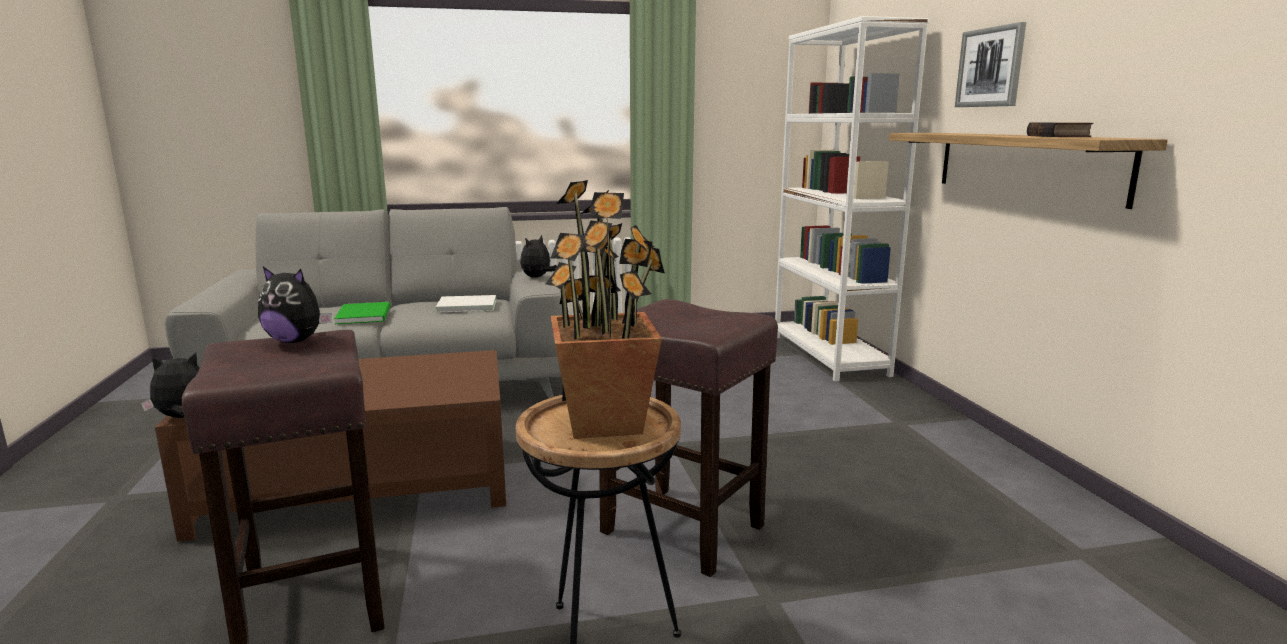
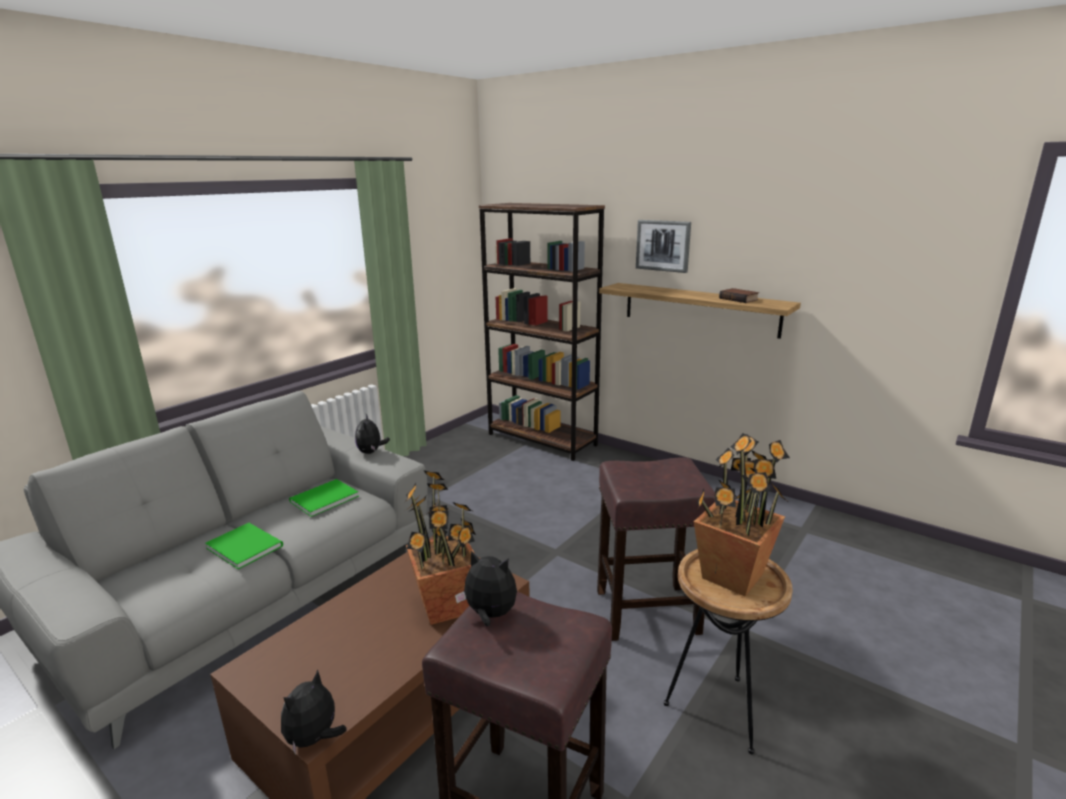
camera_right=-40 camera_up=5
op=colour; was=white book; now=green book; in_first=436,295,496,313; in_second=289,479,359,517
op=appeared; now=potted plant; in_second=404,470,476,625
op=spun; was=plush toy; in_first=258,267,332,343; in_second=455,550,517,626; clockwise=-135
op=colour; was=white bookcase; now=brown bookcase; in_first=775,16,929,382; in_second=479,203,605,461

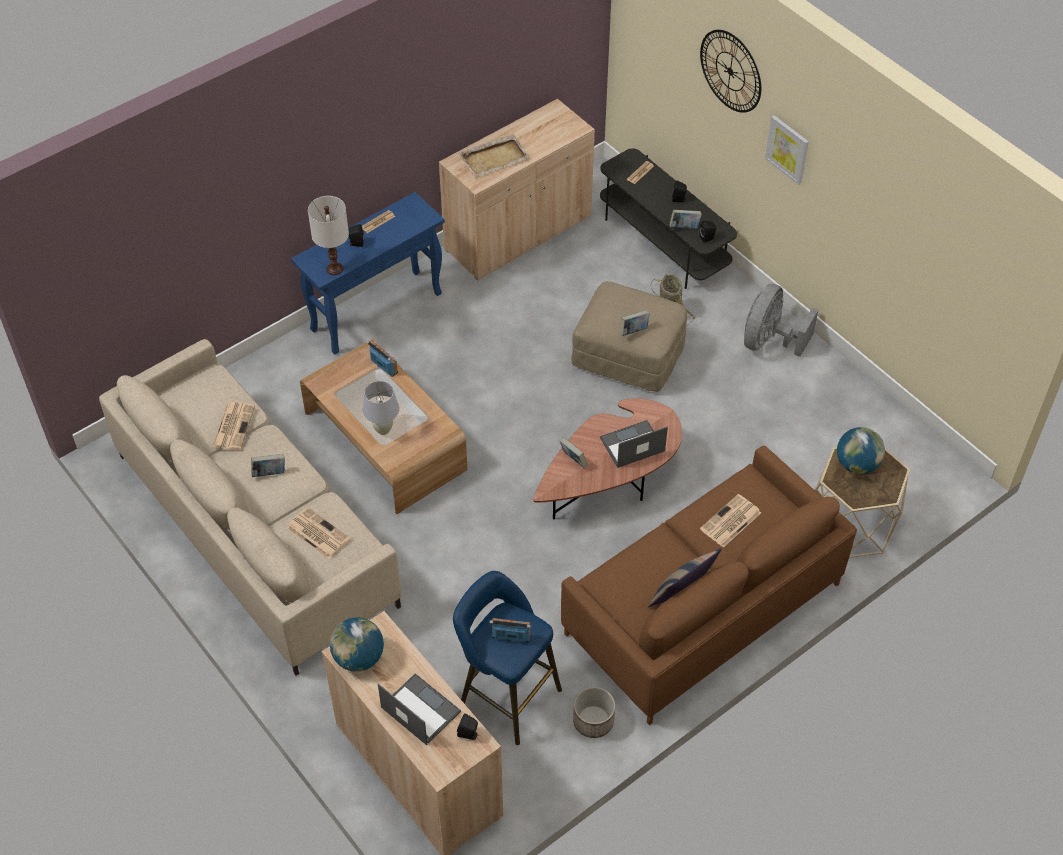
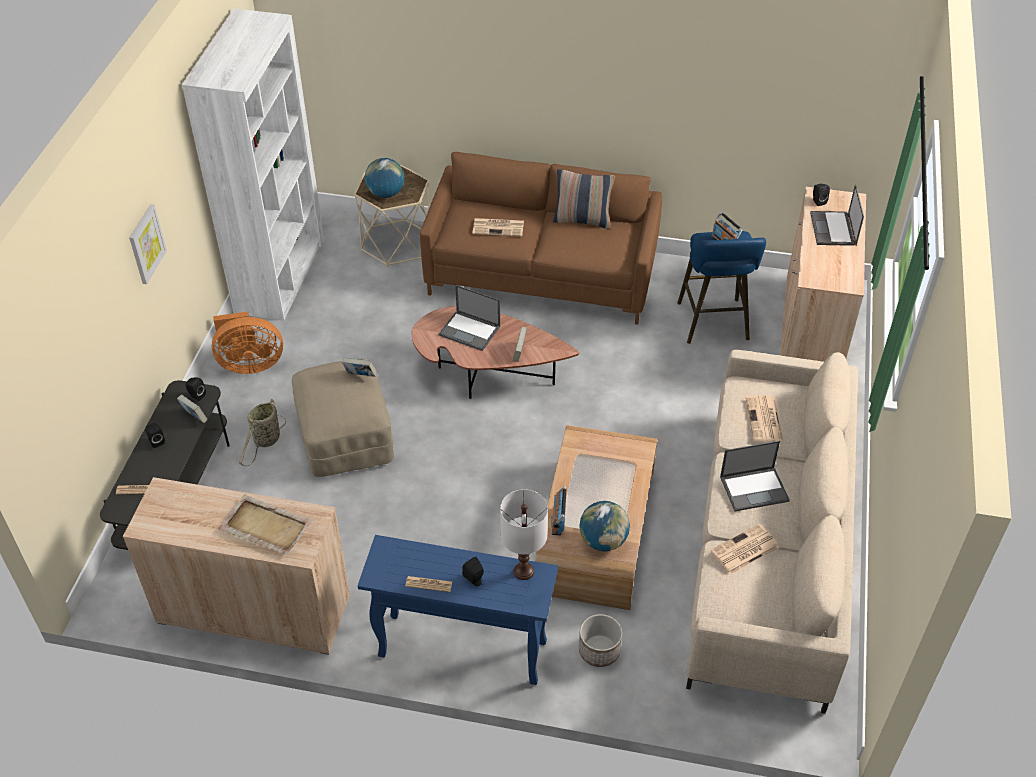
camera_right=-130 camera_up=-5
op=appeared; now=white bookcase; in_second=182,9,325,321
op=colour; was=grey fan; now=orange fan; in_first=744,284,818,357; in_second=212,312,283,374
op=relocated; was=globe; in_first=330,617,384,672; in_second=579,501,630,551
op=relocated; was=planter; in_first=573,687,615,738; in_second=579,614,622,667
op=exchanged; was=book; now=laptop; in_first=251,454,285,477; in_second=720,441,790,511
op=missing; was=white table lamp; in_first=363,381,399,435
op=missing; was=wall clock; in_first=700,30,761,113

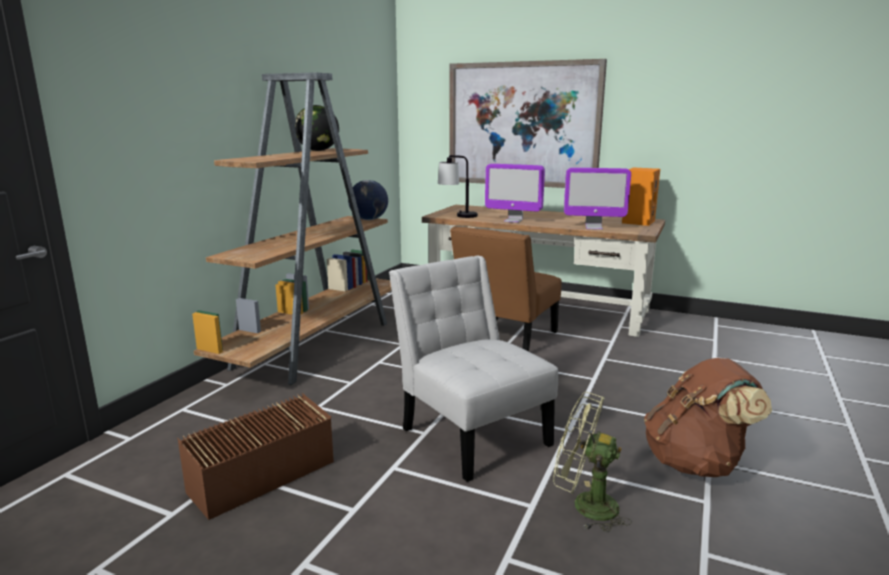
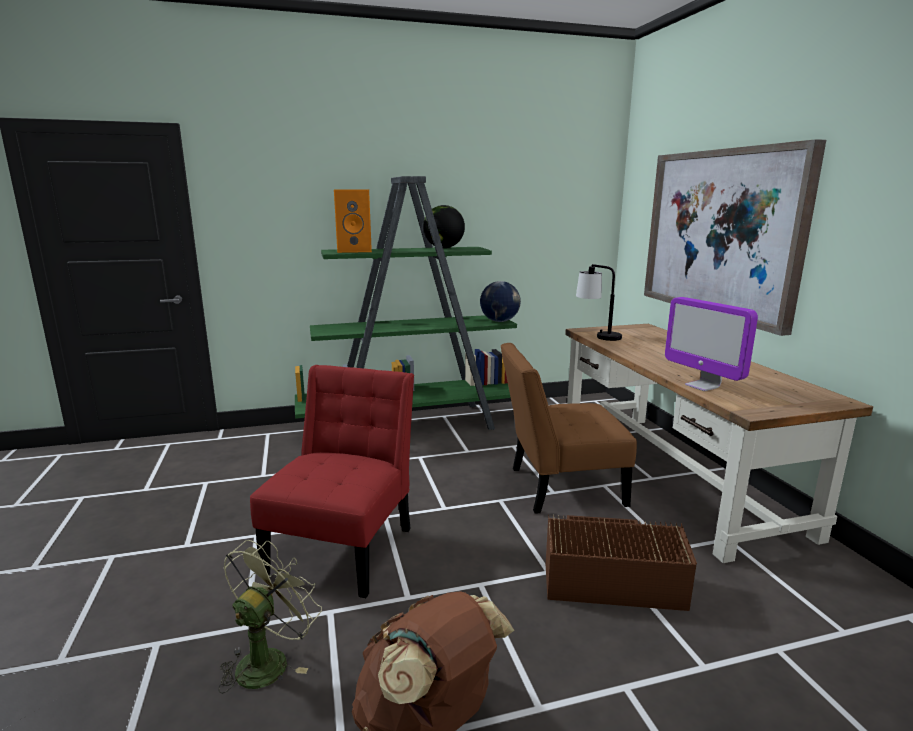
camera_right=50 camera_up=0
op=spun; was=green fan; in_first=553,392,632,532; in_second=218,540,322,694; clockwise=45
op=colour; was=white chair; now=red chair; in_first=389,255,558,482; in_second=250,365,414,598
op=colour; was=brown bookcase; now=green bookcase; in_first=192,72,391,385; in_second=295,176,517,430
op=relocated; was=orange speaker; in_first=622,167,660,226; in_second=334,189,372,253
op=relocated; was=brown storage box; in_first=177,393,334,520; in_second=546,515,697,611
op=missing; was=monitor; in_first=485,164,545,223

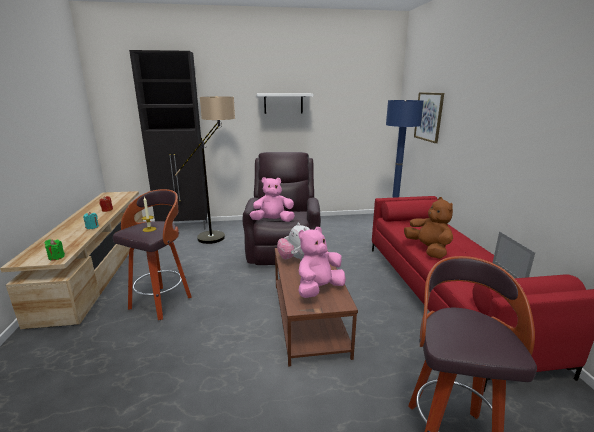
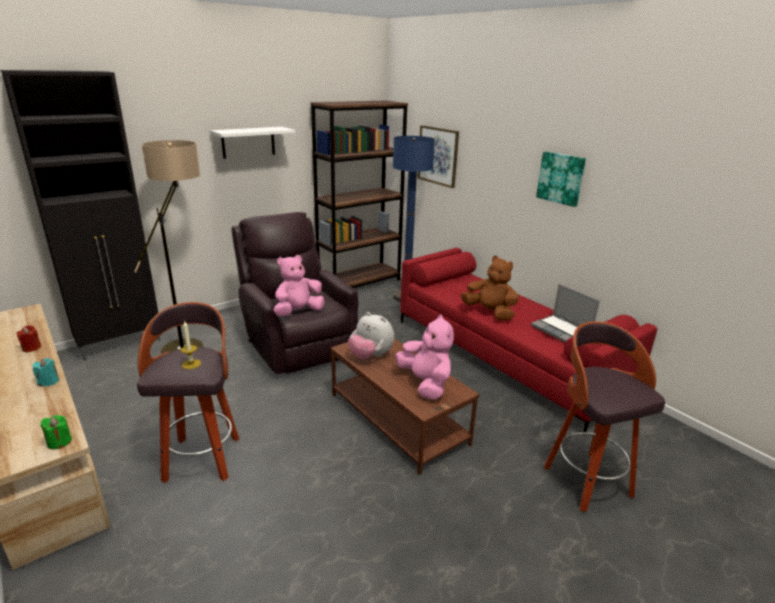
camera_right=-30 camera_up=5
op=appeared; now=brown bookcase; in_second=310,101,408,288
op=spun; was=pink plush toy; in_first=298,227,346,298; in_second=395,314,454,400; clockwise=135
op=appeared; now=picture; in_second=536,152,586,207

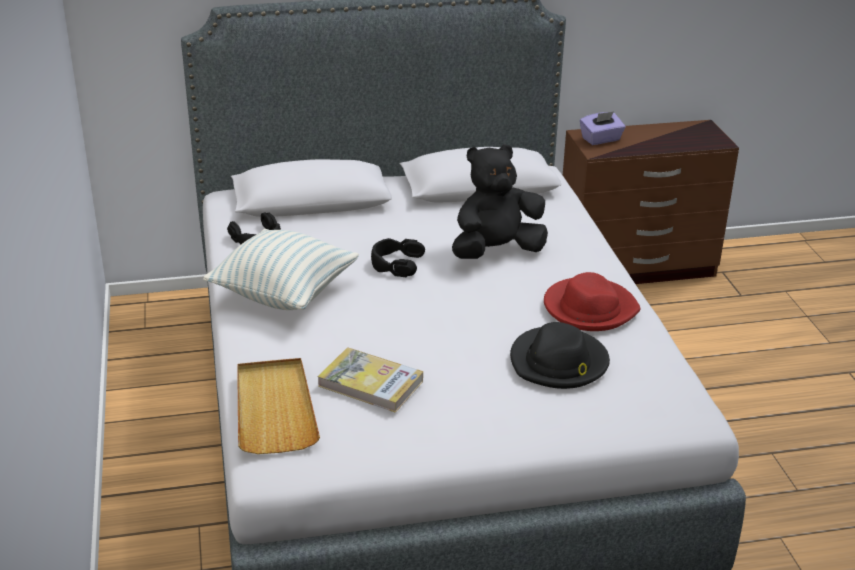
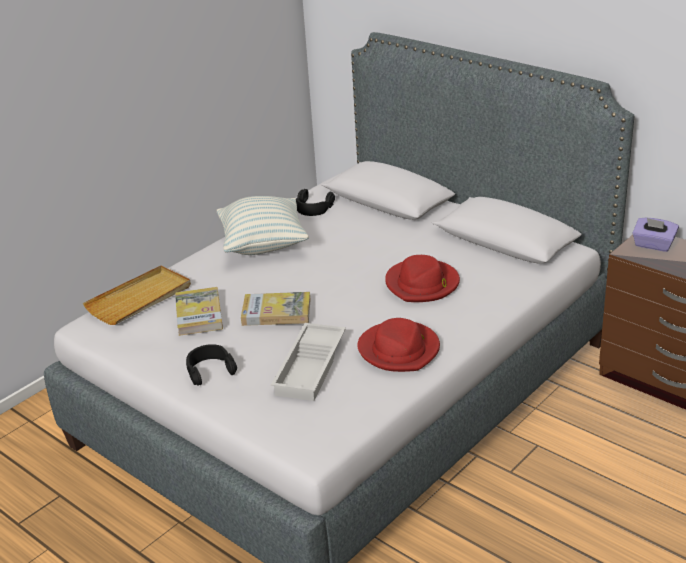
camera_right=55 camera_up=0
op=relocated; was=black headphones; in_first=371,238,425,277; in_second=186,344,237,386
op=appeared; now=book; in_second=241,292,311,326
op=exchanged; was=black hat; now=white tray; in_first=510,322,610,389; in_second=271,323,346,401
op=exchanged; was=black plush toy; now=red hat; in_first=452,144,548,259; in_second=385,255,460,302

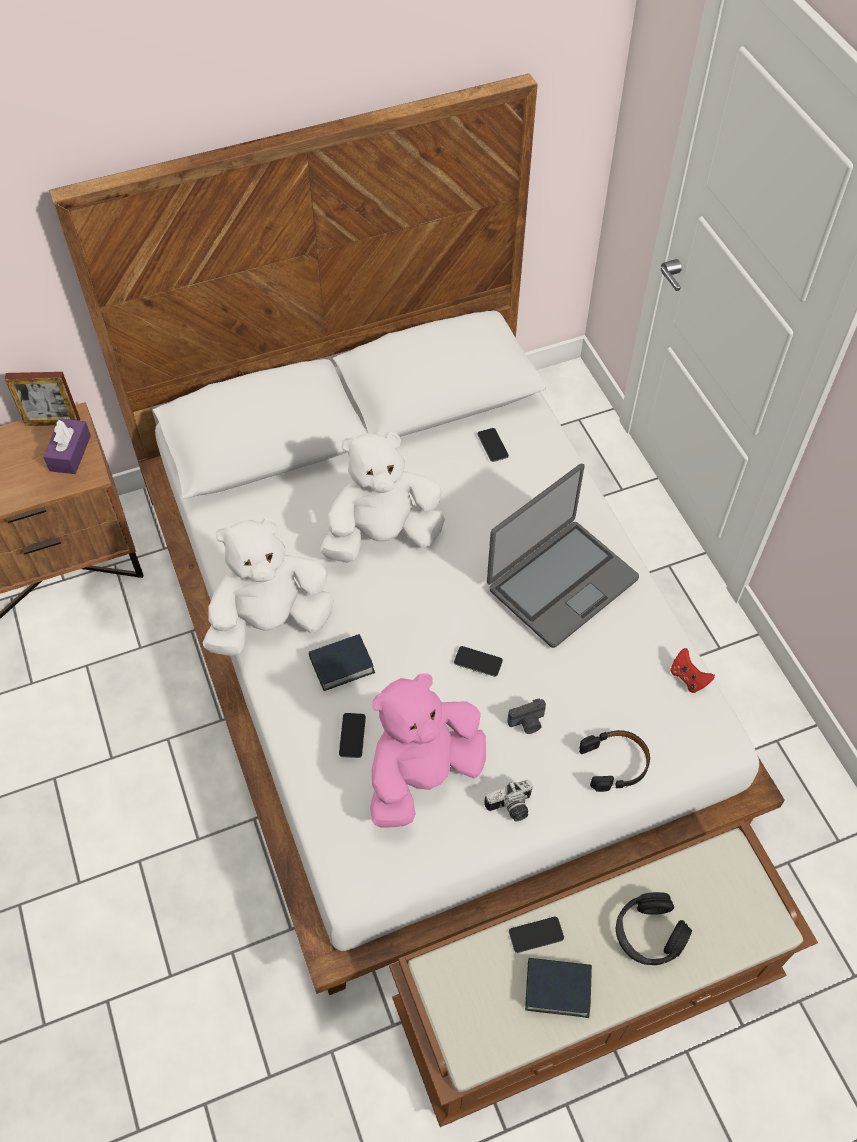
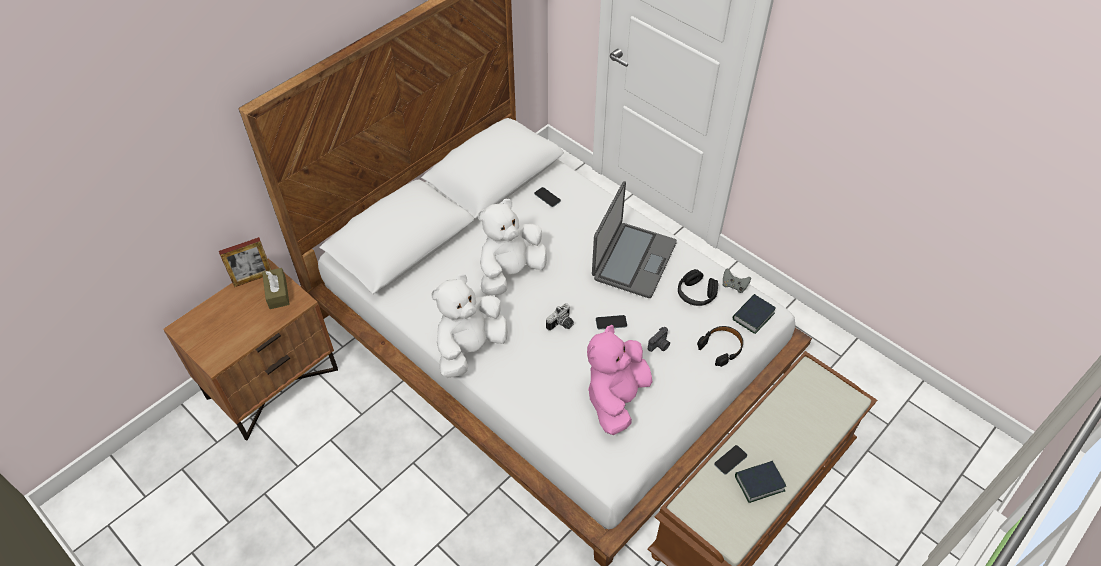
camera_right=-25 camera_up=-5
op=colour; was=purple tissue box; now=brown tissue box; in_first=43,418,91,474; in_second=262,268,290,309
op=relocated; was=photo camera; in_first=484,779,533,821; in_second=546,303,574,331
op=relocated; was=black headphones; in_first=616,892,692,965; in_second=678,269,718,306
op=colour; was=red game controller; now=grey game controller; in_first=670,648,715,693; in_second=722,268,751,293
op=relocated; was=book; in_first=309,634,375,691; in_second=733,294,776,334
op=missing; was=phone; in_first=339,713,366,758

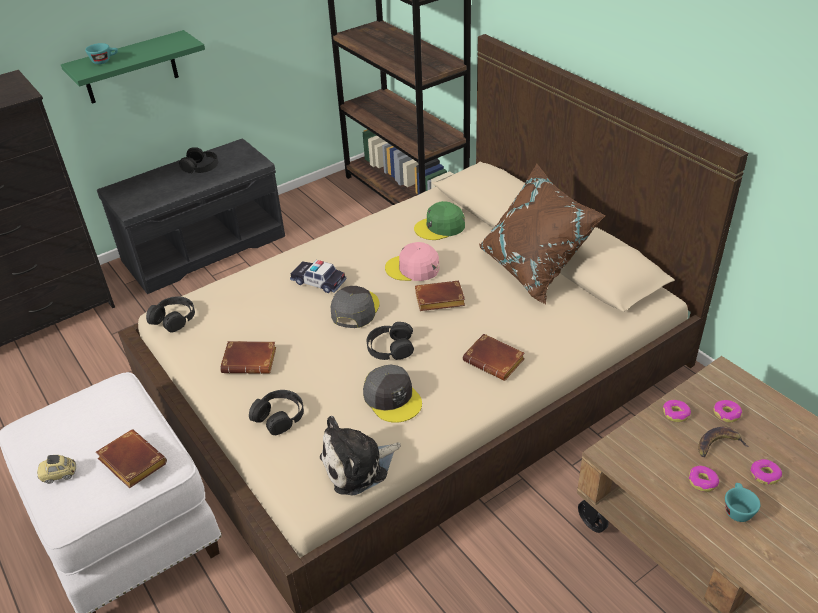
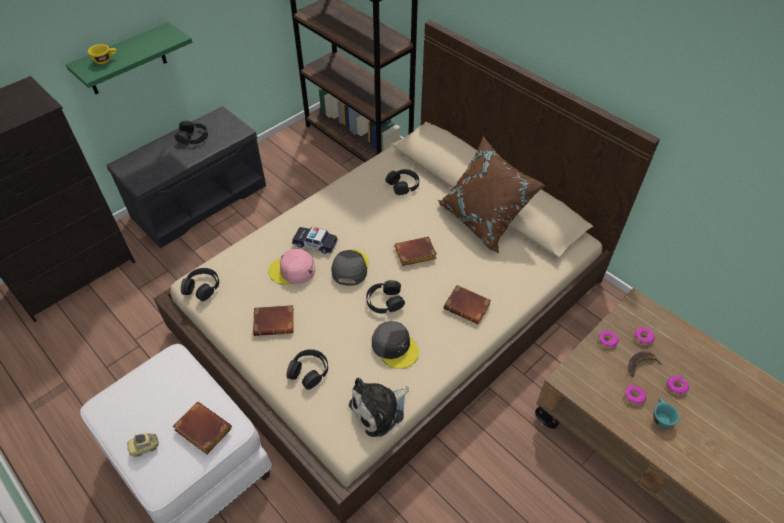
camera_right=-10 camera_up=10
op=colour; was=turquoise cup; now=yellow cup; in_first=85,43,118,64; in_second=88,44,117,64
op=relocated; was=pink cap; in_first=385,242,439,281; in_second=268,249,315,284
op=exchanged; was=green cap; now=black headphones; in_first=414,201,465,240; in_second=385,169,419,195

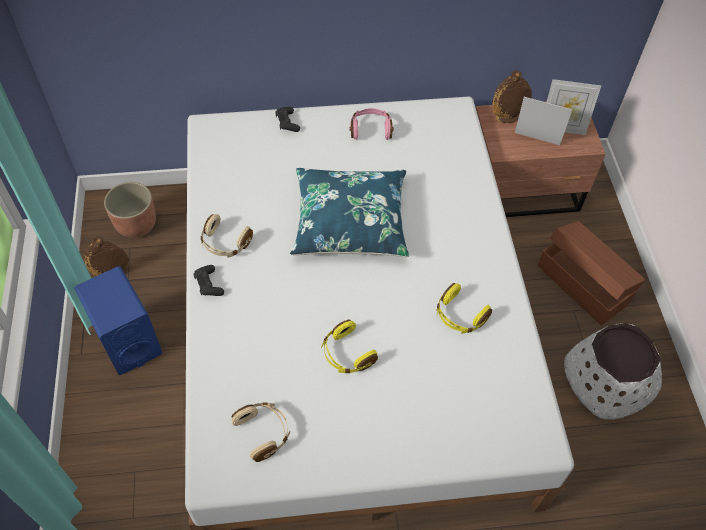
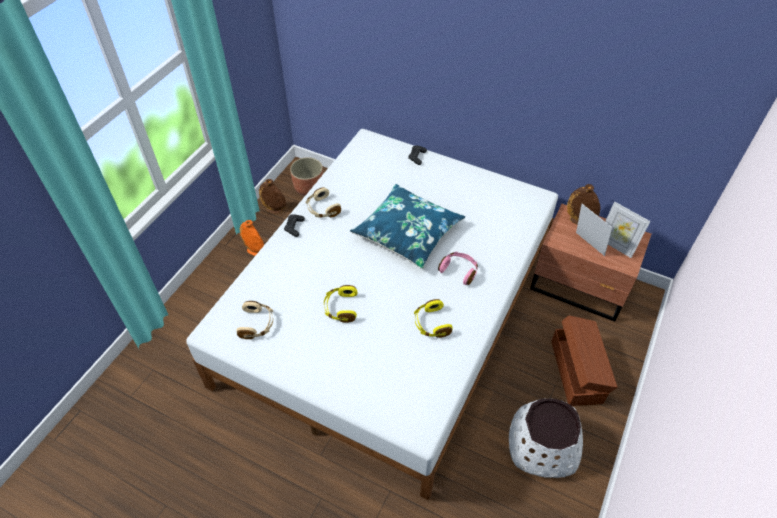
camera_right=35 camera_up=-5
op=exchanged; was=blue speaker; now=orange vase; in_first=74,266,162,375; in_second=239,220,264,256
op=relocated; was=pink headphones; in_first=350,108,394,140; in_second=438,252,478,285

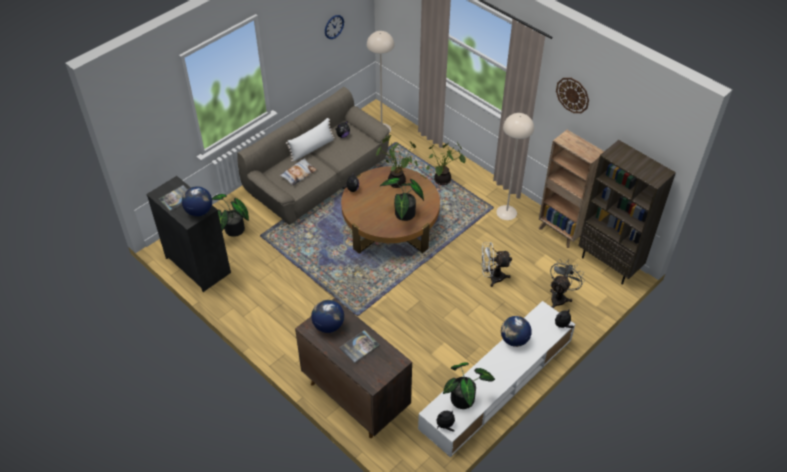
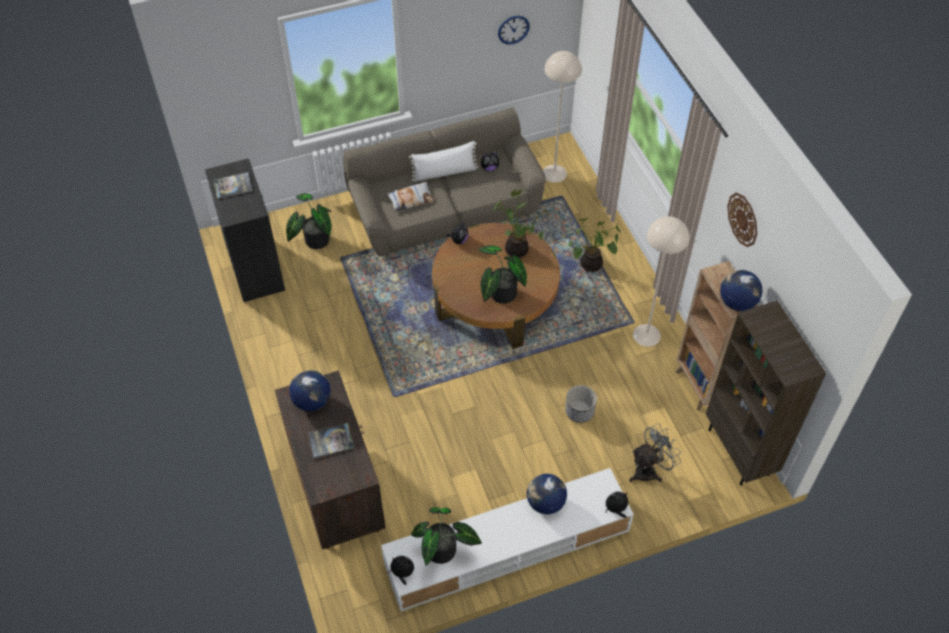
camera_right=25 camera_up=5
op=exchanged; was=white fan; now=planter; in_first=481,242,512,287; in_second=565,385,597,423
op=relocated; was=globe; in_first=182,186,212,216; in_second=720,270,763,311

